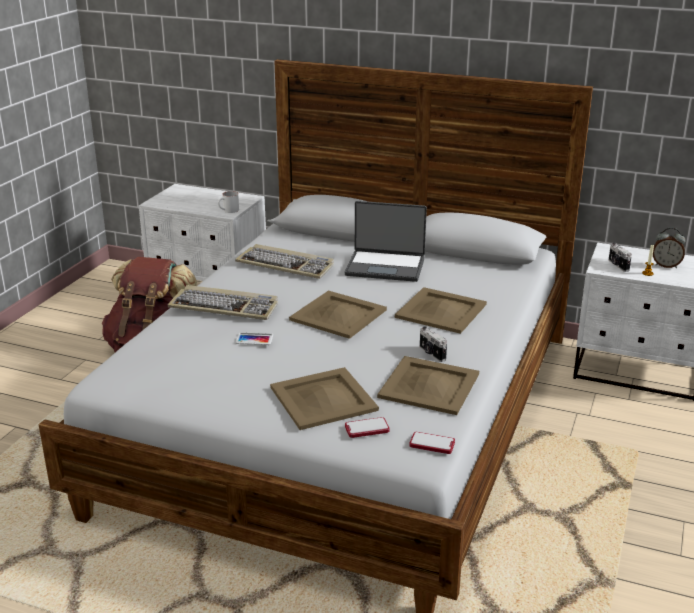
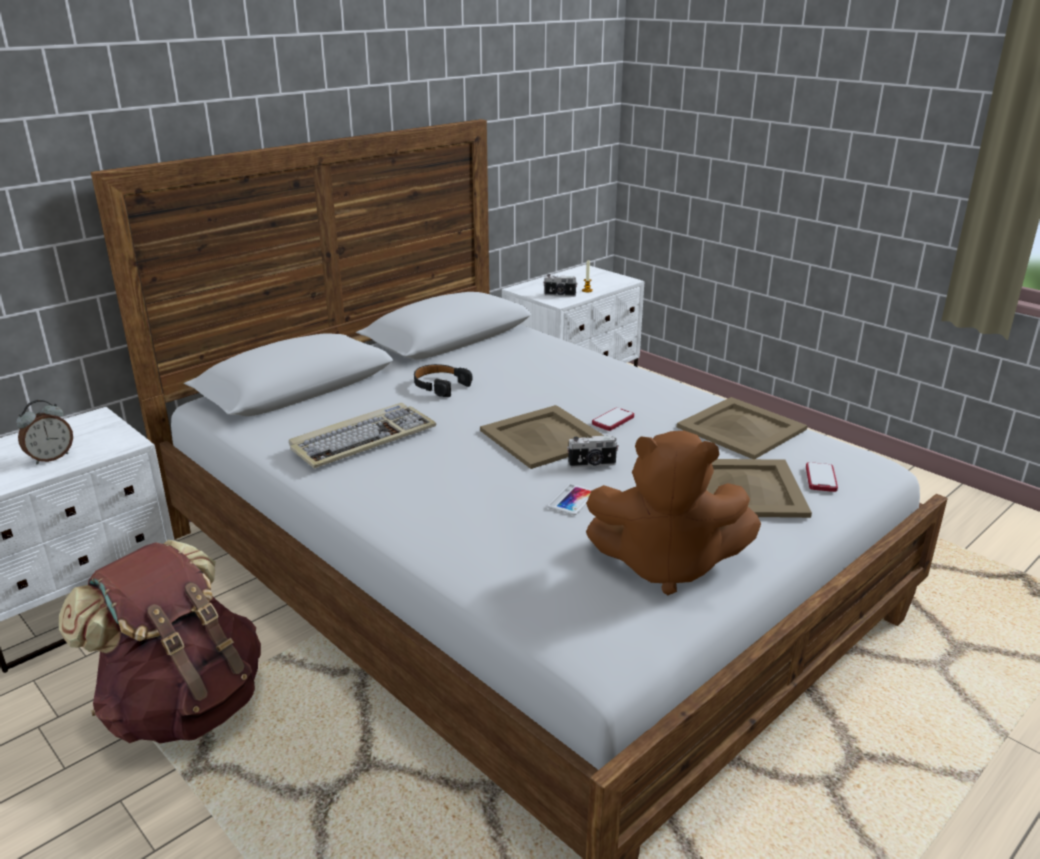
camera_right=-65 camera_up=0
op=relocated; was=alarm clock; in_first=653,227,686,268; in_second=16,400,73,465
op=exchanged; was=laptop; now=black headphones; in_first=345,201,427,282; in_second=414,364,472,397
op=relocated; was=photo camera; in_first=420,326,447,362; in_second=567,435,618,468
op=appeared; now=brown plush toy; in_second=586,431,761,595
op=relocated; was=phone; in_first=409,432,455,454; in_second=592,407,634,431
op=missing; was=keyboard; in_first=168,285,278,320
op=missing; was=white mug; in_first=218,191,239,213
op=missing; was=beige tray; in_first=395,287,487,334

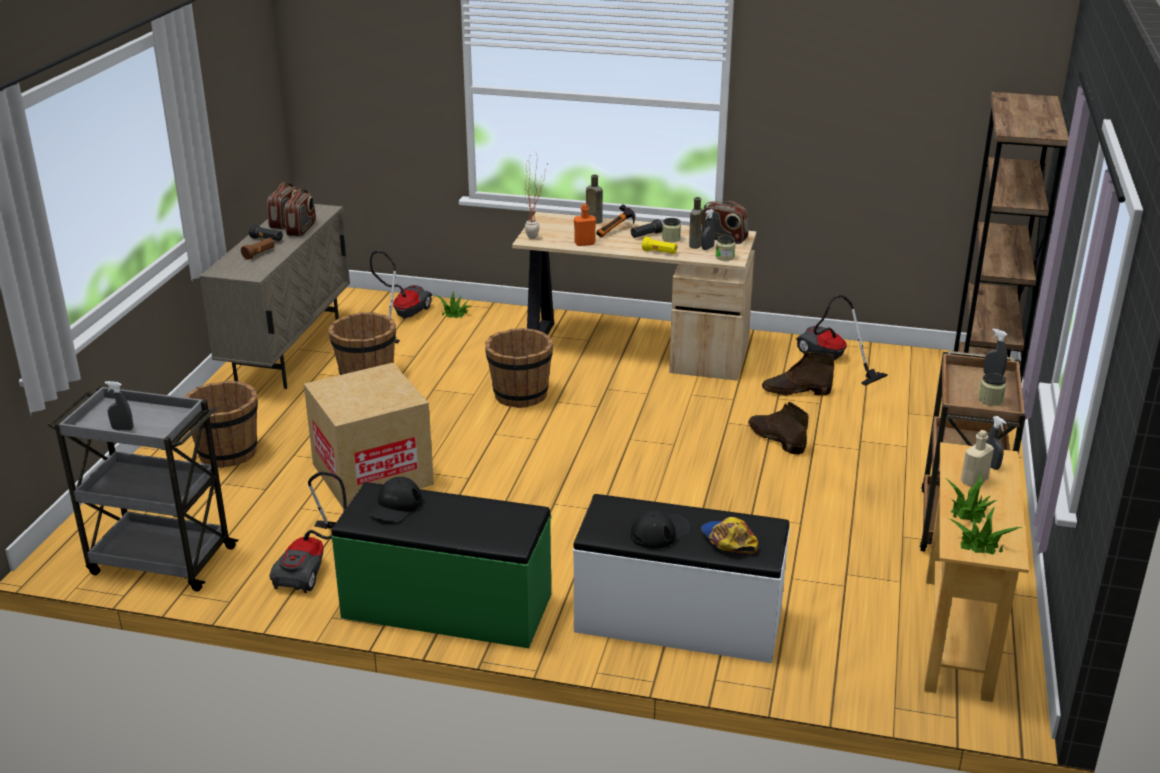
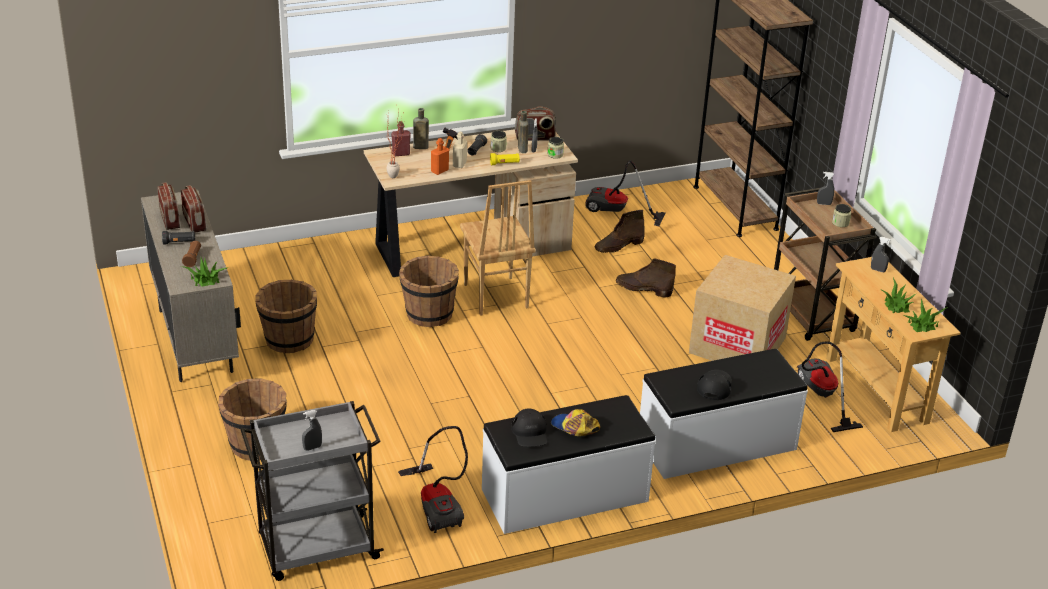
camera_right=-35 camera_up=5
op=relocated; was=potted plant; in_first=436,291,473,318; in_second=181,258,227,287
op=appeared; now=red bottle; in_second=391,121,411,156
op=relocated; was=beige bottle; in_first=961,430,994,487; in_second=453,131,467,168
op=appeared; now=brown chair; in_second=460,180,536,316
op=colour; was=green bench; now=white bench; in_first=331,482,551,648; in_second=482,395,656,534
op=relocated; was=cap; in_first=701,517,758,554; in_second=551,409,600,436
op=relocated; was=cardboard box; in_first=304,363,434,509; in_second=689,255,796,361
op=relocated; was=vacuum cleaner; in_first=370,251,432,343; in_second=797,342,863,432

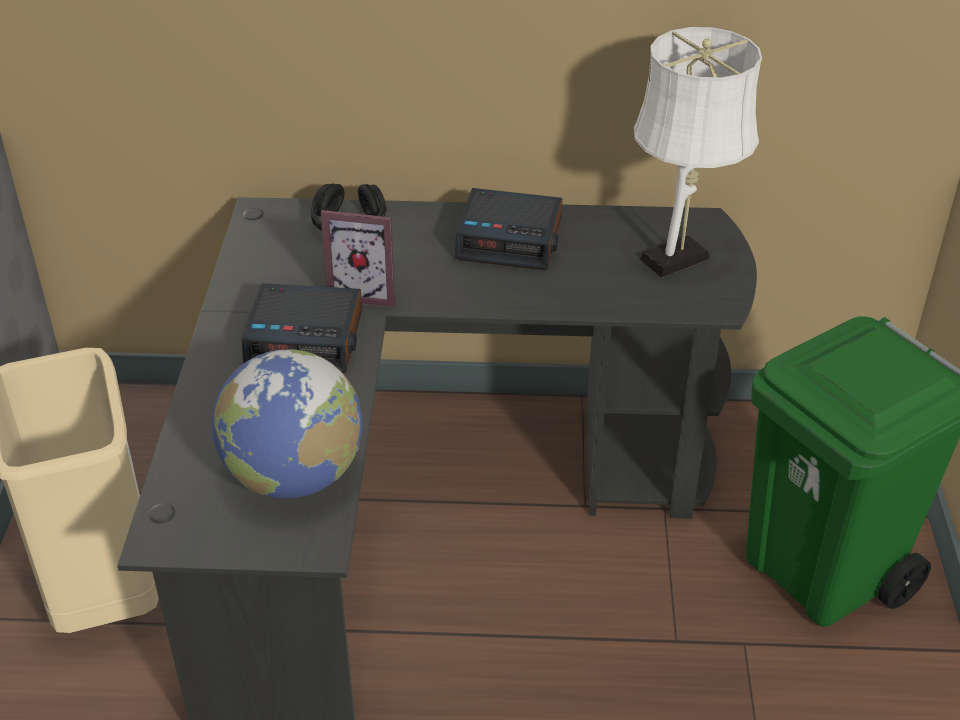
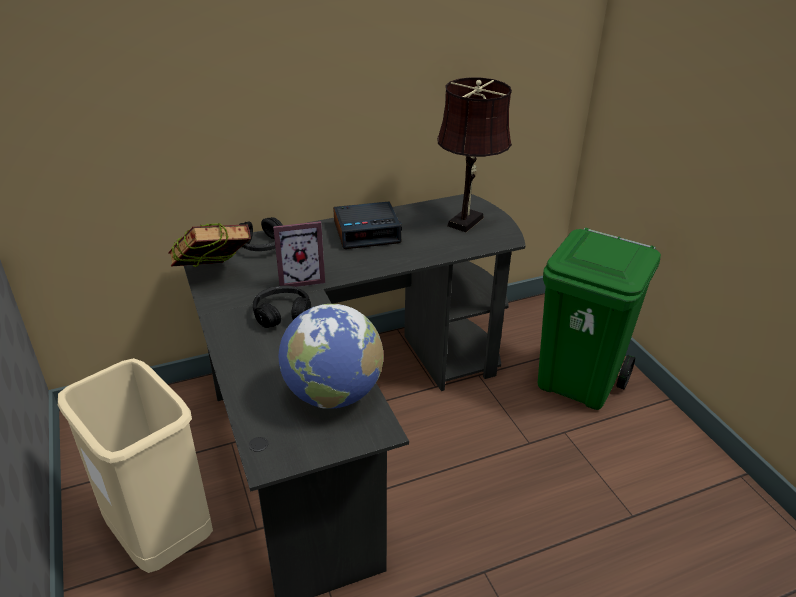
camera_right=-25 camera_up=-5
op=appeared; now=book; in_second=168,223,251,267
op=exchanged; was=alarm clock; now=black headphones; in_first=241,283,362,373; in_second=253,285,311,328
op=colour; was=white table lamp; now=brown table lamp; in_first=634,27,762,278; in_second=437,77,512,232

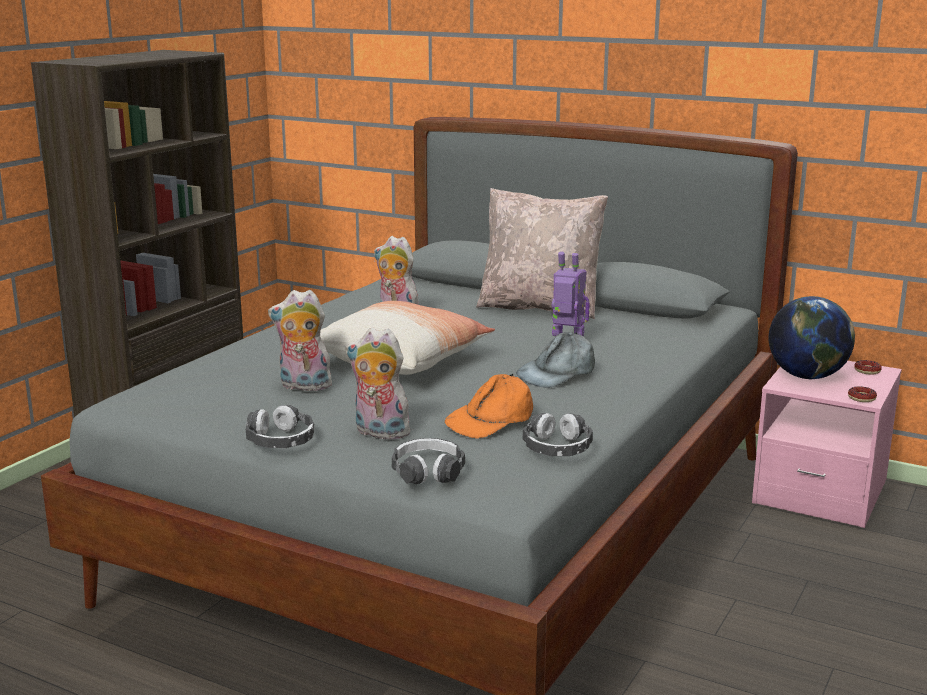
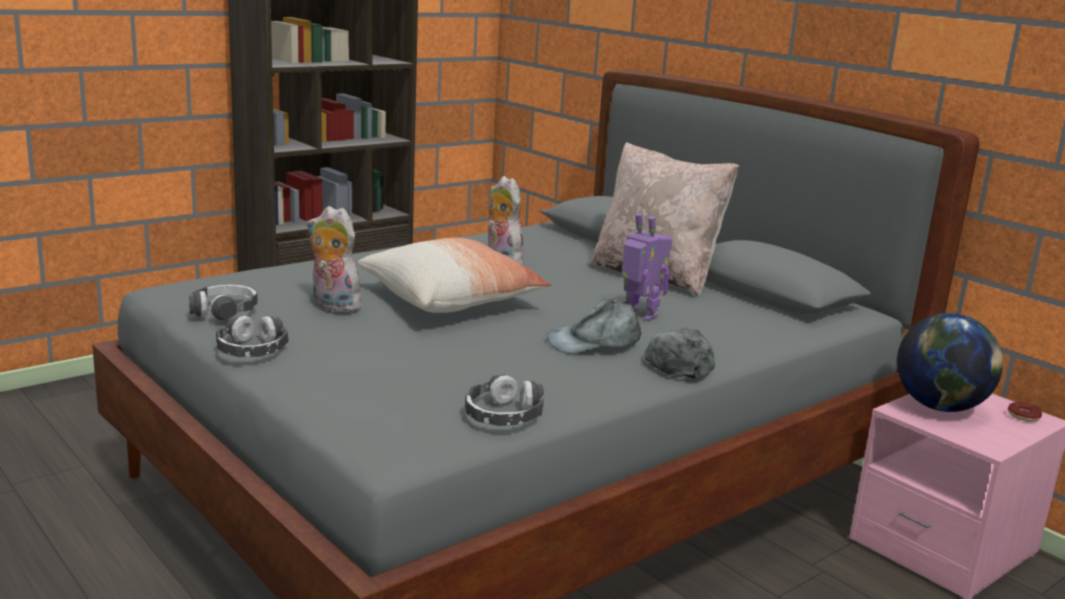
camera_right=20 camera_up=0
op=relocated; was=headphones; in_first=392,438,465,484; in_second=189,284,258,320
op=appeared; now=grey cap; in_second=645,328,715,378
op=missing; was=plush toy; in_first=346,328,410,440
op=missing; was=orange cap; in_first=445,373,533,438
op=missing; was=donut; in_first=848,386,877,402

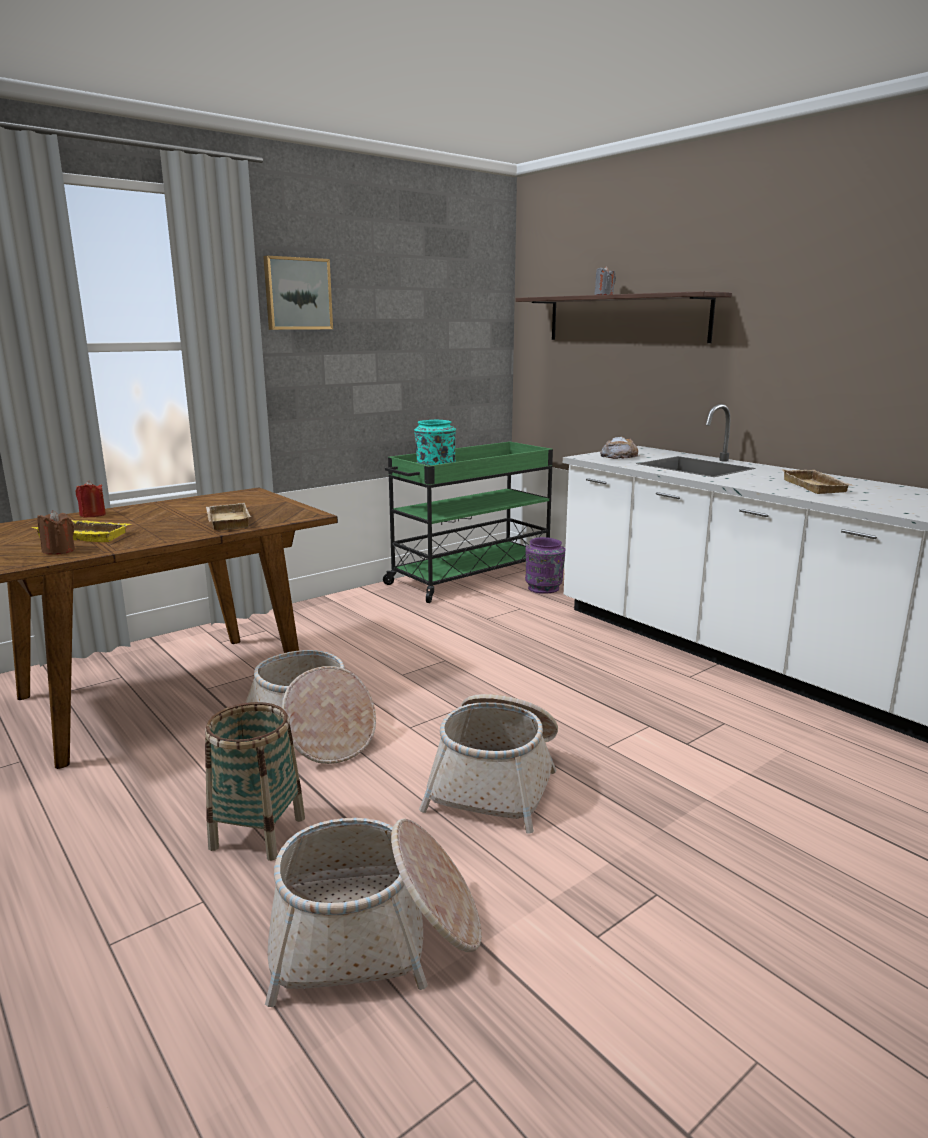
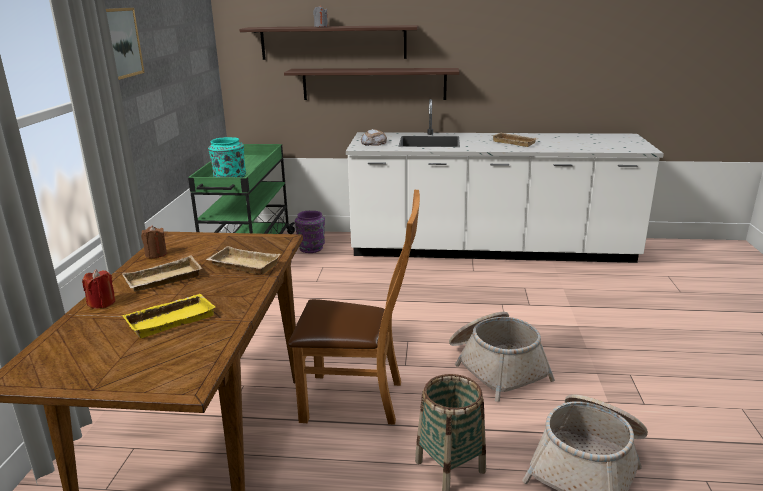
camera_right=-45 camera_up=5
op=appeared; now=beige tray; in_second=122,255,202,291
op=relocated; was=brown candle; in_first=37,510,75,555; in_second=141,225,167,258
op=appeared; now=shelf; in_second=284,68,459,100
op=exchanged; was=basket; now=brown chair; in_first=245,650,376,764; in_second=288,190,420,425

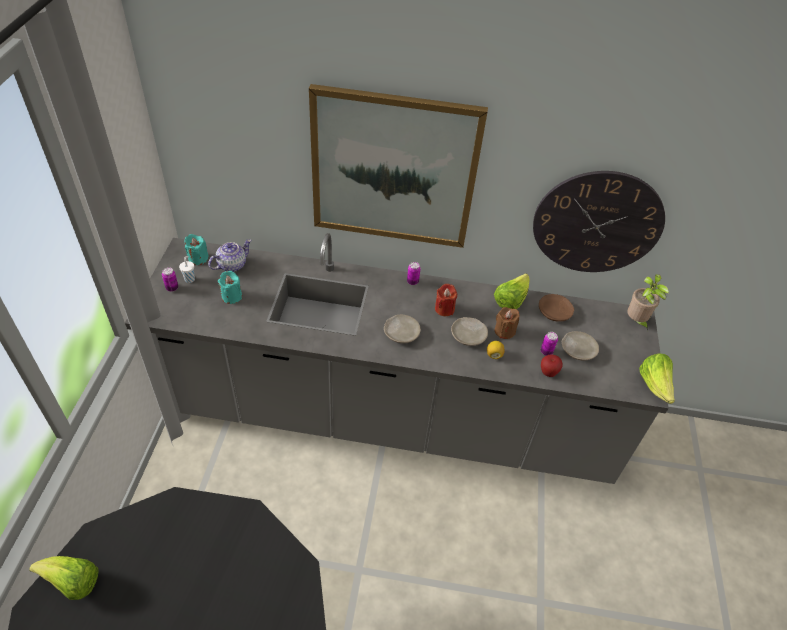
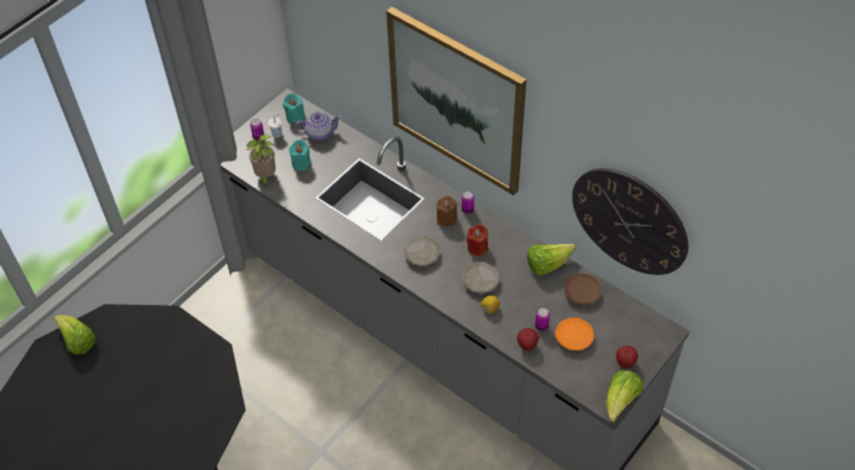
camera_right=35 camera_up=5
op=relocated; was=potted plant; in_first=627,274,669,331; in_second=246,134,276,187
op=relocated; was=brown candle; in_first=495,307,519,339; in_second=437,196,457,227
op=colour; was=beige plate; now=orange plate; in_first=562,331,599,360; in_second=555,317,594,351
op=appeared; now=apple; in_second=616,346,638,368

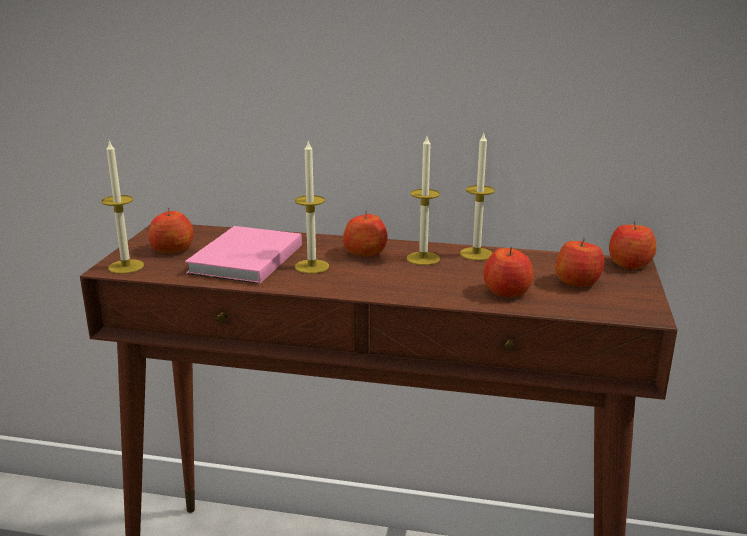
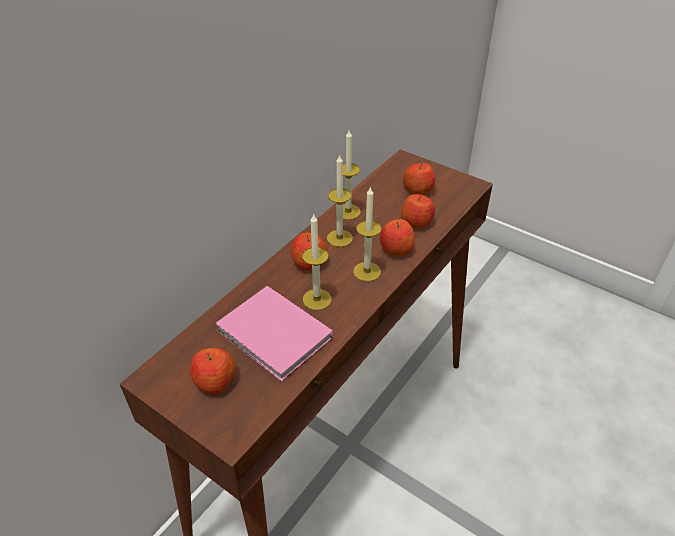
camera_right=-65 camera_up=20
op=relocated; was=candle; in_first=102,140,144,274; in_second=353,186,381,282
op=relocated; was=apple; in_first=609,221,657,269; in_second=380,219,415,256

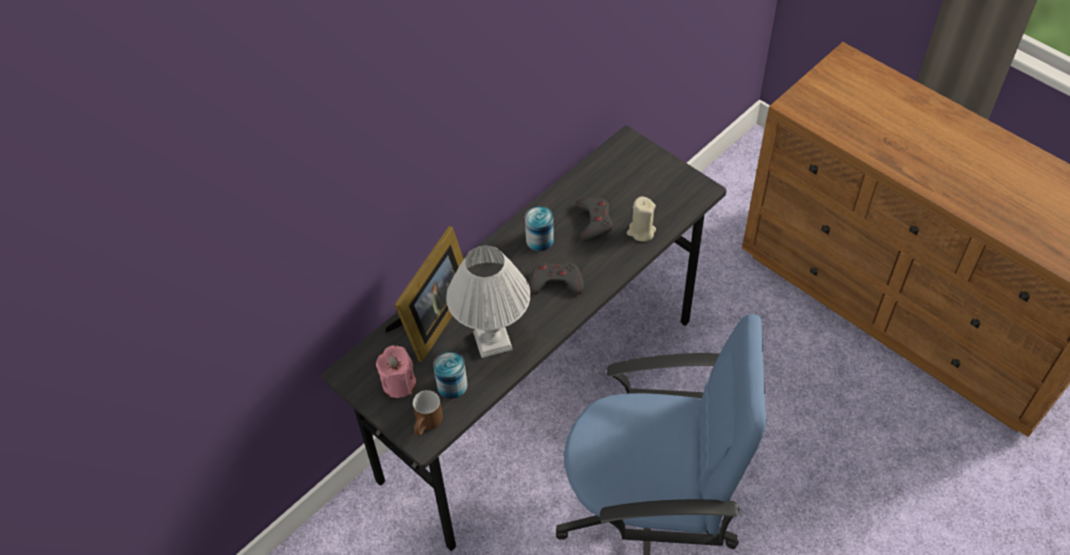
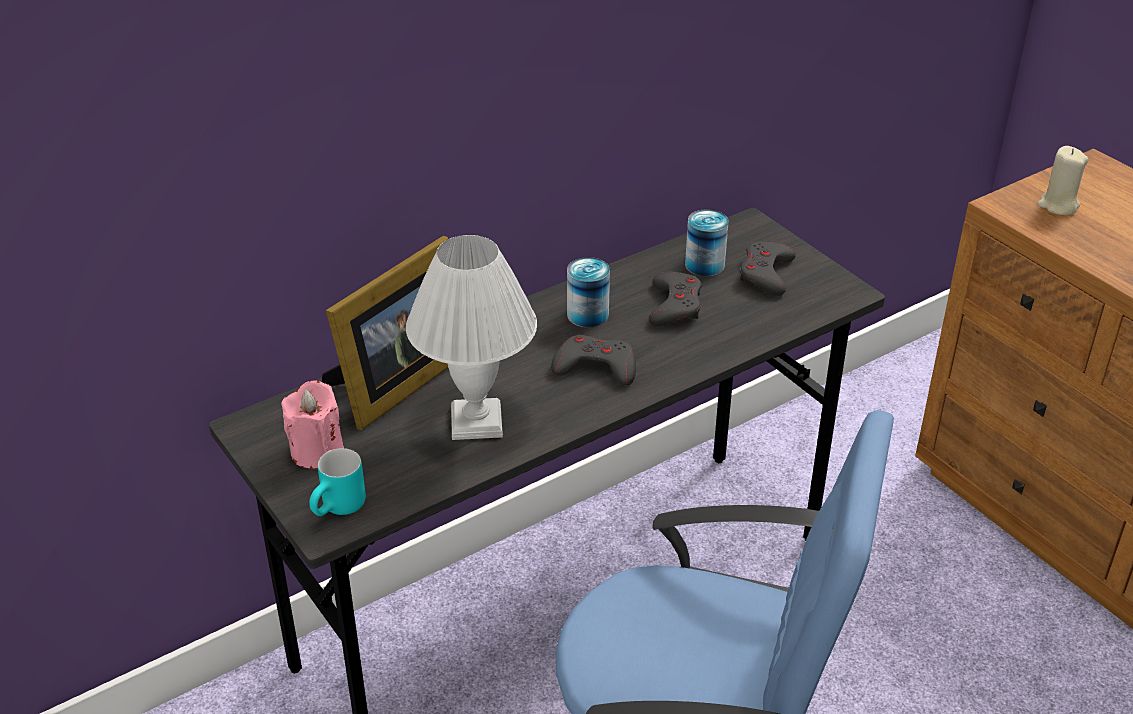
camera_right=10 camera_up=-15
op=colour; was=brown mug; now=turquoise mug; in_first=413,390,443,436; in_second=309,448,366,516
op=relocated; was=can; in_first=433,351,468,399; in_second=685,209,729,277
op=appeared; now=grey game controller; in_second=740,242,796,296
op=relocated; was=beige candle; in_first=627,196,656,242; in_second=1037,146,1088,215

